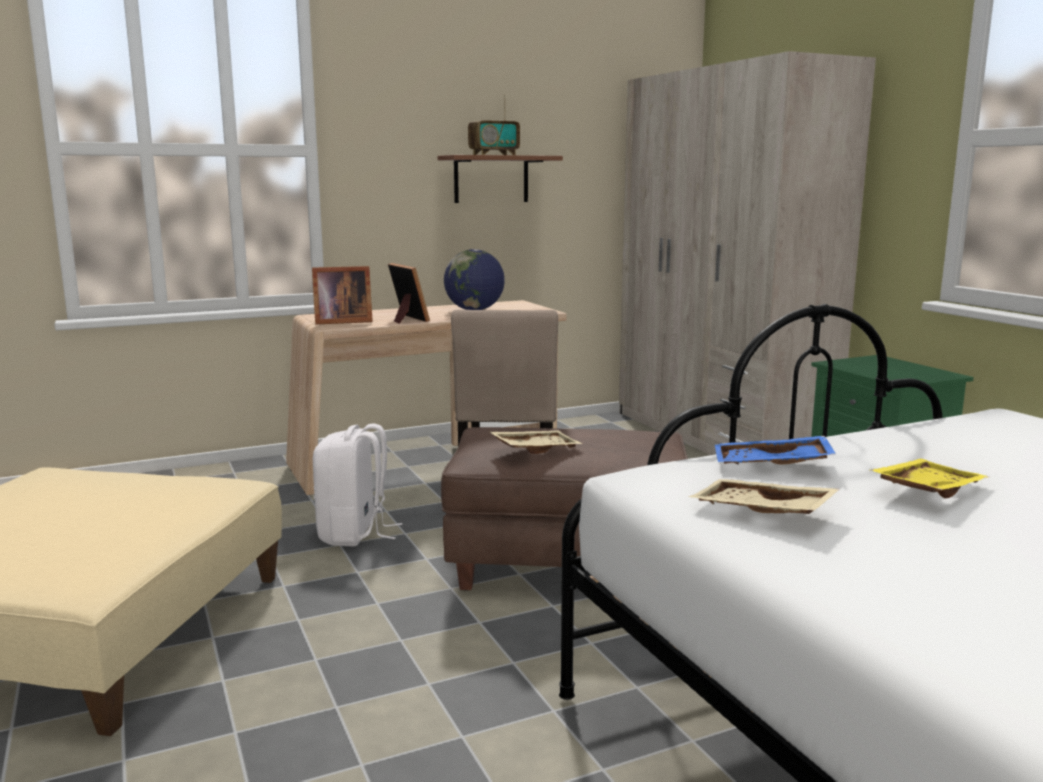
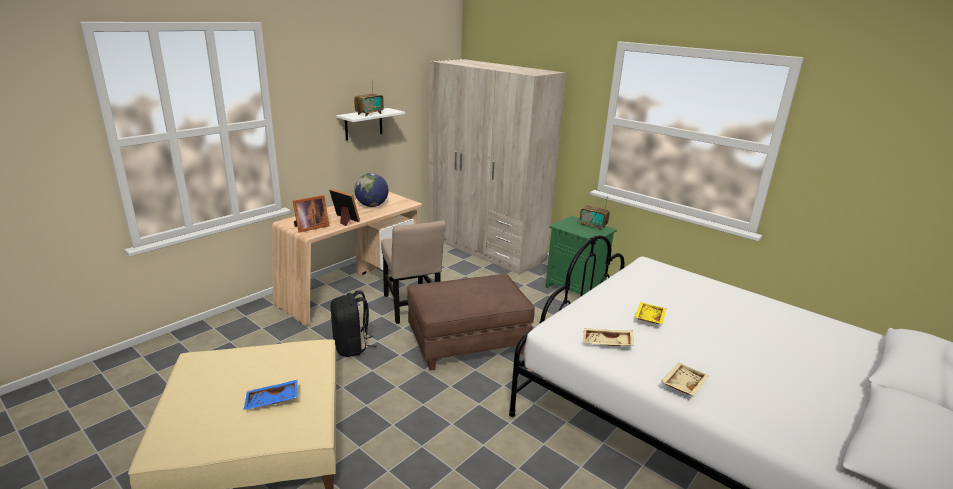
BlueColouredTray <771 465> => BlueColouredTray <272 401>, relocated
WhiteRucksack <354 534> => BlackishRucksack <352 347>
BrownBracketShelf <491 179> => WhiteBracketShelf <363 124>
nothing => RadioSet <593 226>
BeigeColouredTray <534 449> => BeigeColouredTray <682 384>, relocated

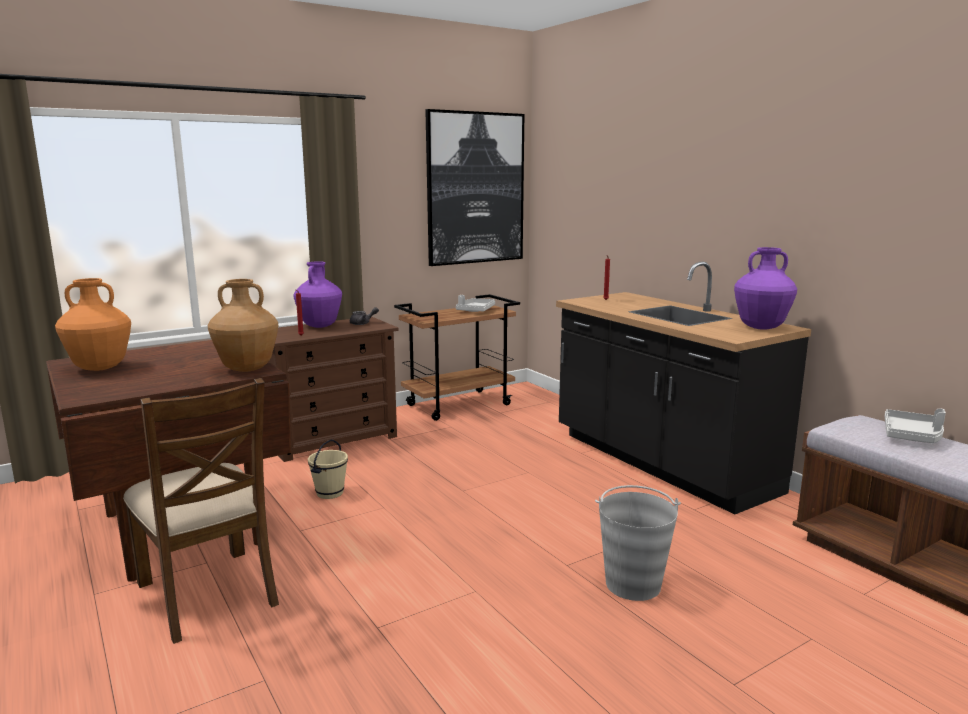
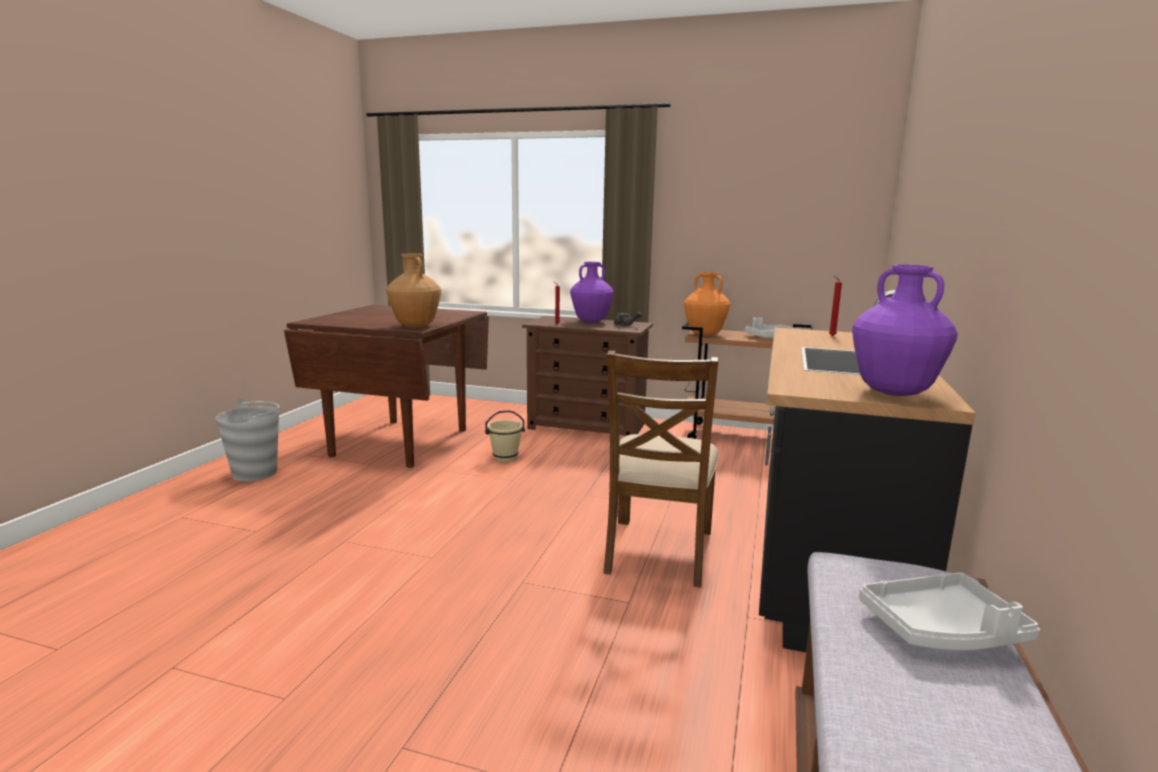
GreyBucket <633 584> => GreyBucket <255 473>, relocated
BrownChair <209 593> => BrownChair <658 551>, relocated
OrangeDecorativeVase <100 368> => OrangeDecorativeVase <705 334>, relocated
WallPicture <475 188> => nothing

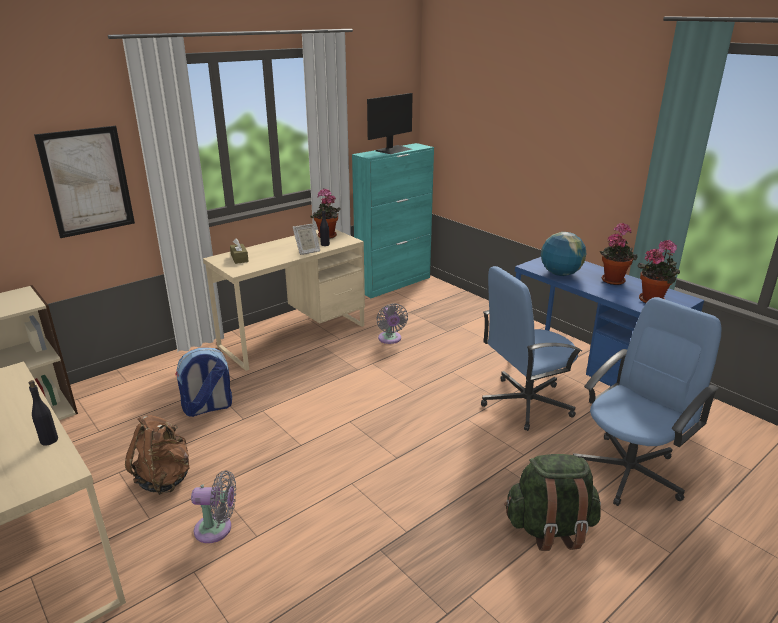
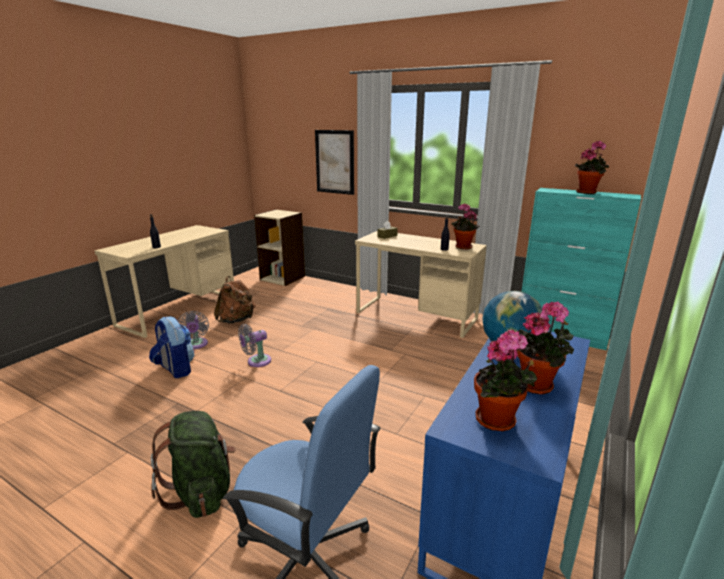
Rucksack <207 408> => Rucksack <175 369>, relocated
GreyCoolingFan <390 339> => GreyCoolingFan <256 361>, relocated
ComputerScreen <393 150> => PottedPlant <588 192>
PictureFrame <307 251> => nothing
BlueColouredDeskChair <525 403> => nothing

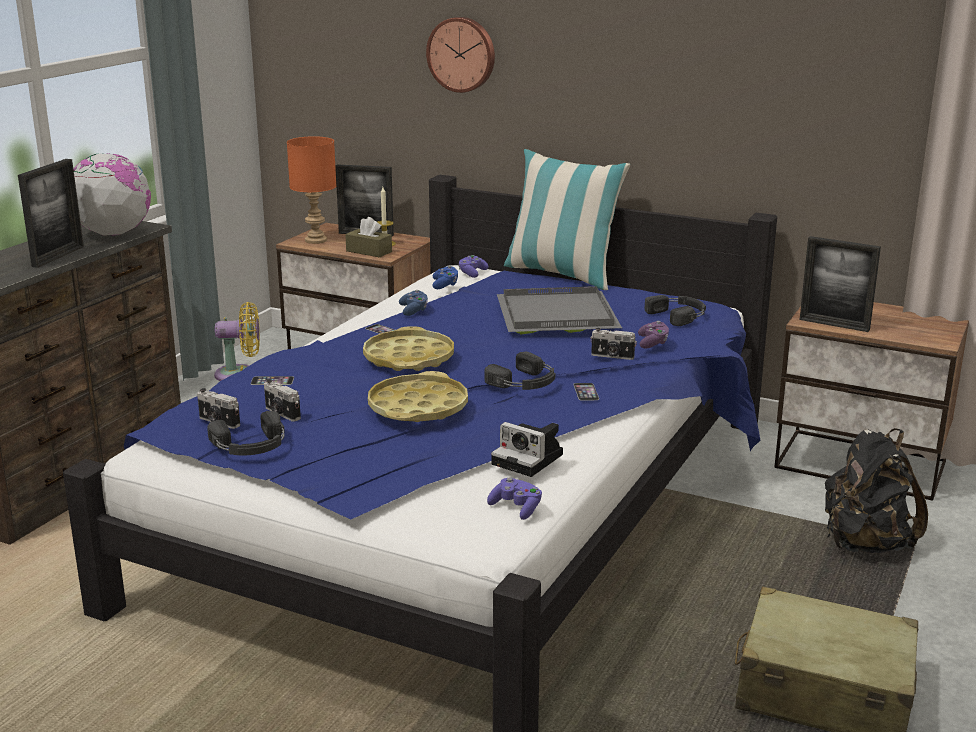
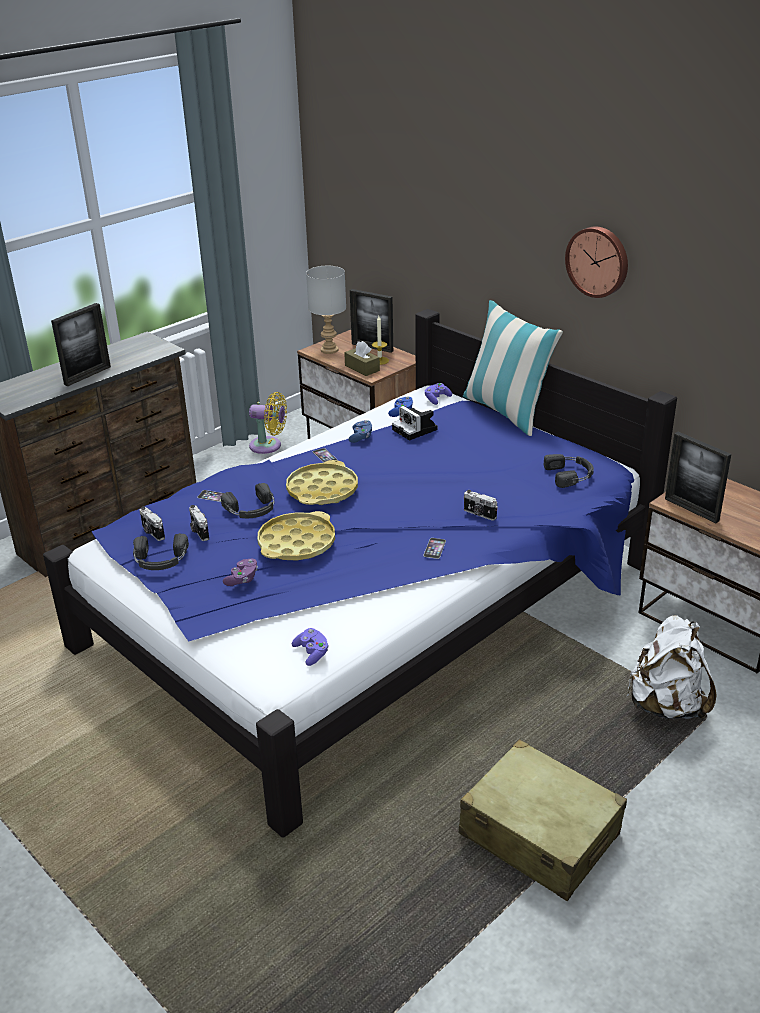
BlackishPairOfHeadphones <525 382> => BlackishPairOfHeadphones <252 509>, relocated
PurpleColouredJoypad <653 343> => PurpleColouredJoypad <242 579>, relocated
OrangeLampForATable <317 240> => GreyLampForATable <330 350>
StillCamera <530 460> => StillCamera <416 430>, relocated
ClockOnTheWall <462 54> => ClockOnTheWall <598 261>, relocated
BlackishRucksack <865 544> => WhiteRucksack <666 705>
DeskGlobe <113 233> => nothing
GreyTray <555 316> => nothing

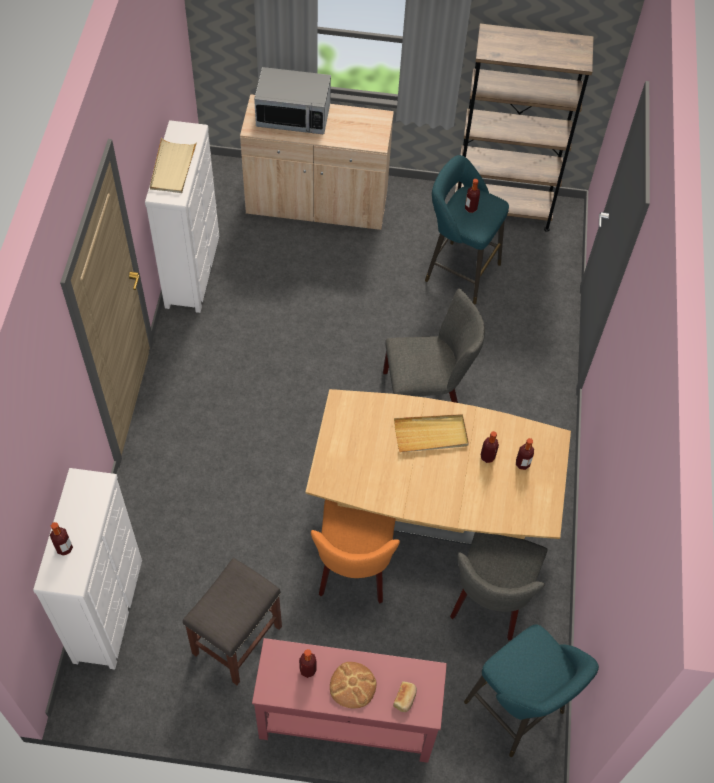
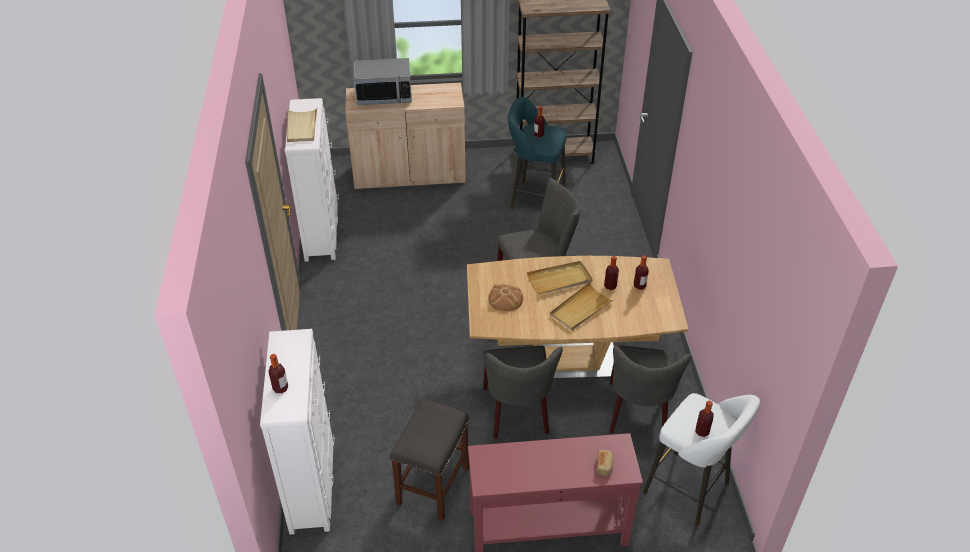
OrangeChair <354 570> => GreyChair <518 414>
BakedBread <352 685> => BakedBread <505 298>, relocated
nothing => BeigeColouredTray <581 309>
BlueGreenSittingStool <518 711> => WhiteSittingStool <690 490>
DrinkBottle <308 670> => DrinkBottle <702 431>, relocated

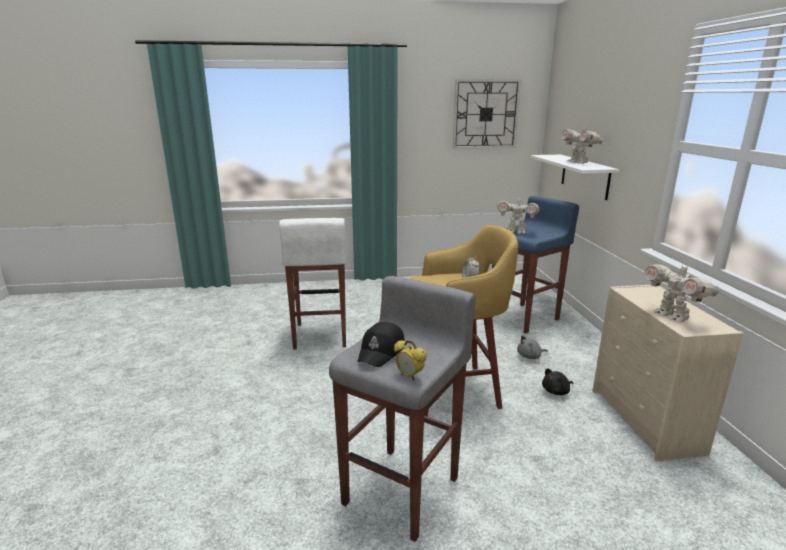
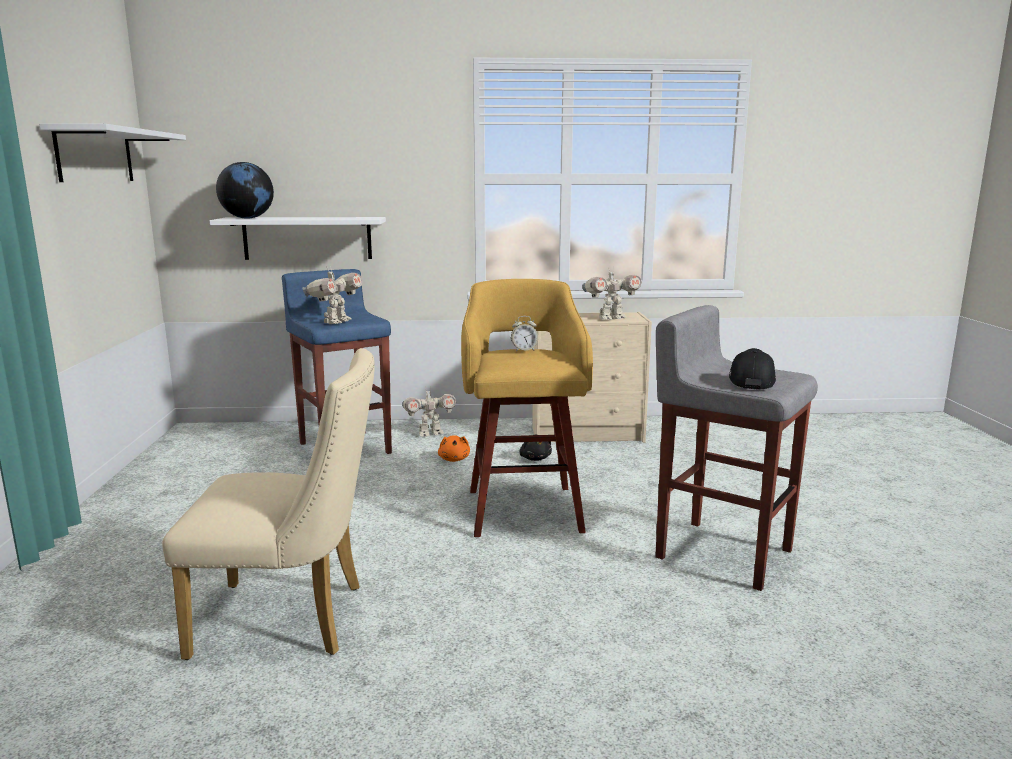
ClockOnTheWall <485 114> => WhiteBracketShelf <95 155>
WhiteSittingStool <319 335> => BeigeColouredChair <293 619>
nothing => DeskGlobe <247 218>
RobotFigure <578 163> => RobotFigure <430 433>, relocated
GreyPlushToy <530 356> => OrangePlushToy <454 459>
BlackishCap <382 352> => BlackishCap <751 381>, 105 degrees counterclockwise
AlarmClock <409 376> => nothing

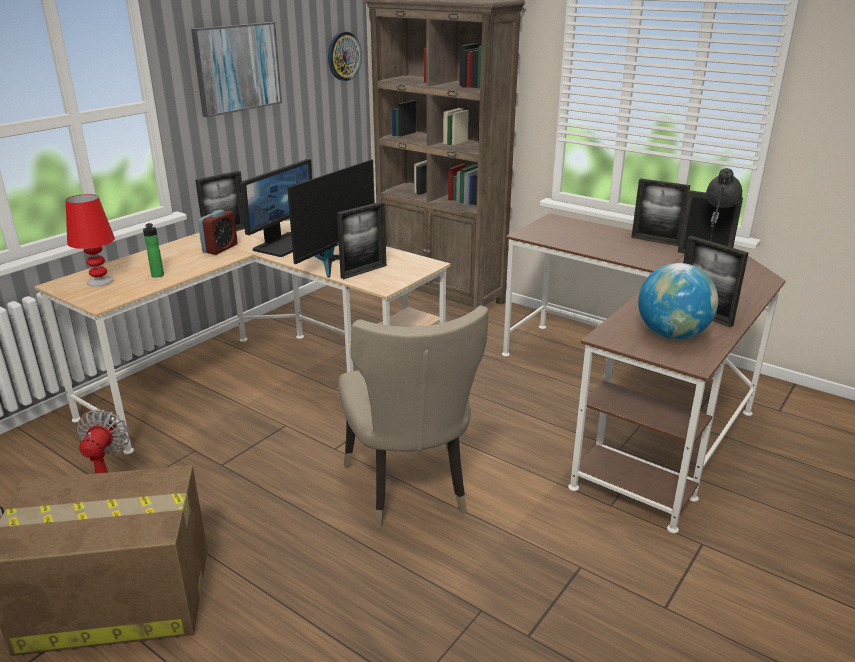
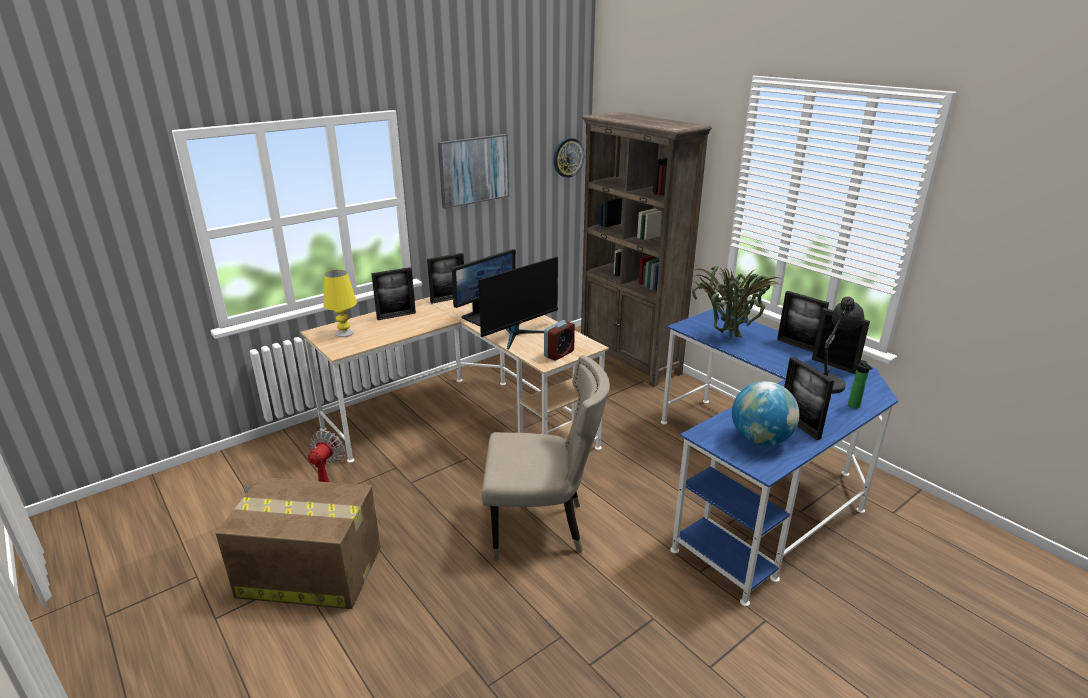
RedColouredLampForATable <99 281> => YellowLampForATable <344 333>
PictureFrame <363 271> => PictureFrame <396 316>, relocated
BeigeColouredChair <410 489> => BeigeColouredChair <542 528>, 90 degrees counterclockwise
AlarmClock <220 248> => AlarmClock <559 354>, relocated
BrownDeskTable <633 403> => BlueColouredDeskTable <758 484>
nothing => PottedPlant <727 337>
DrinkBottle <157 276> => DrinkBottle <854 406>, relocated

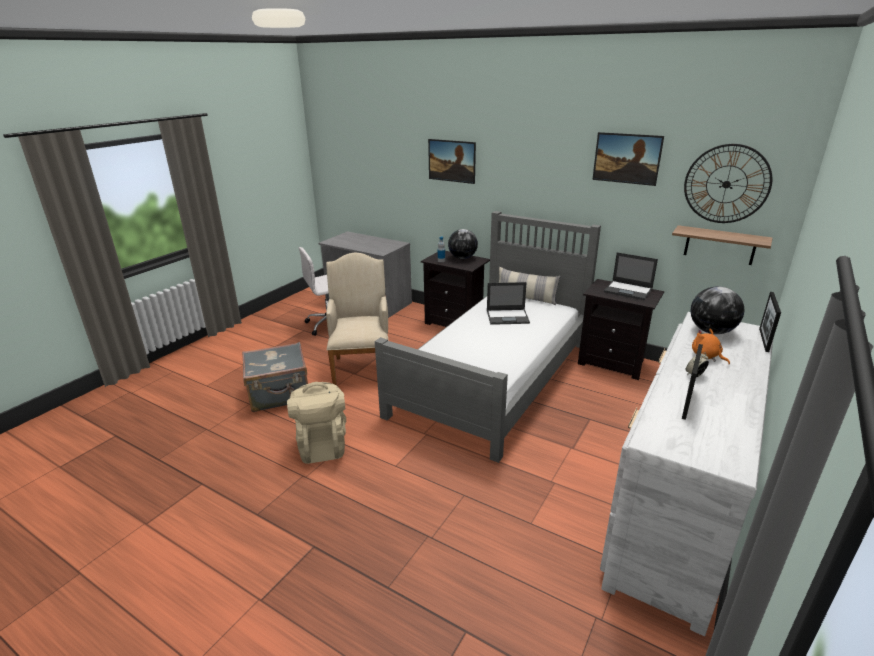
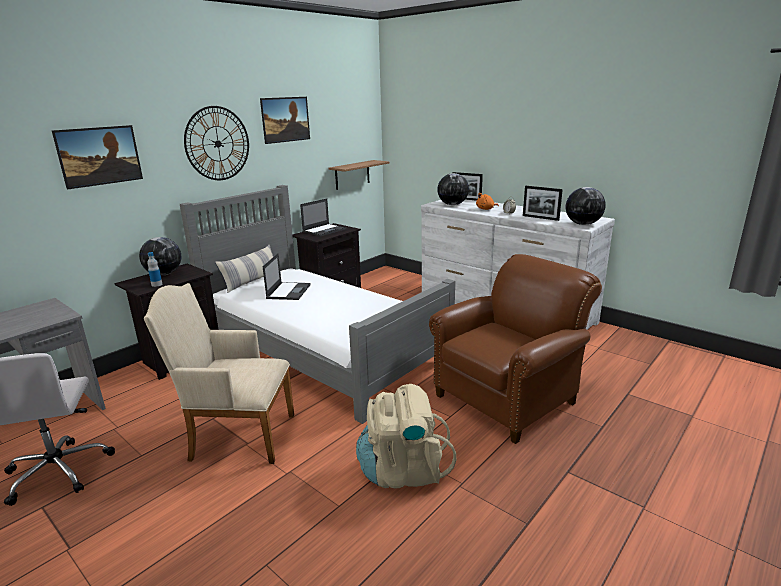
ClockOnTheWall <726 184> => ClockOnTheWall <218 143>, relocated
nothing => BrownLoungeChair <509 397>
nothing => DeskGlobe <583 224>
GreyTravelCase <280 395> => nothing

